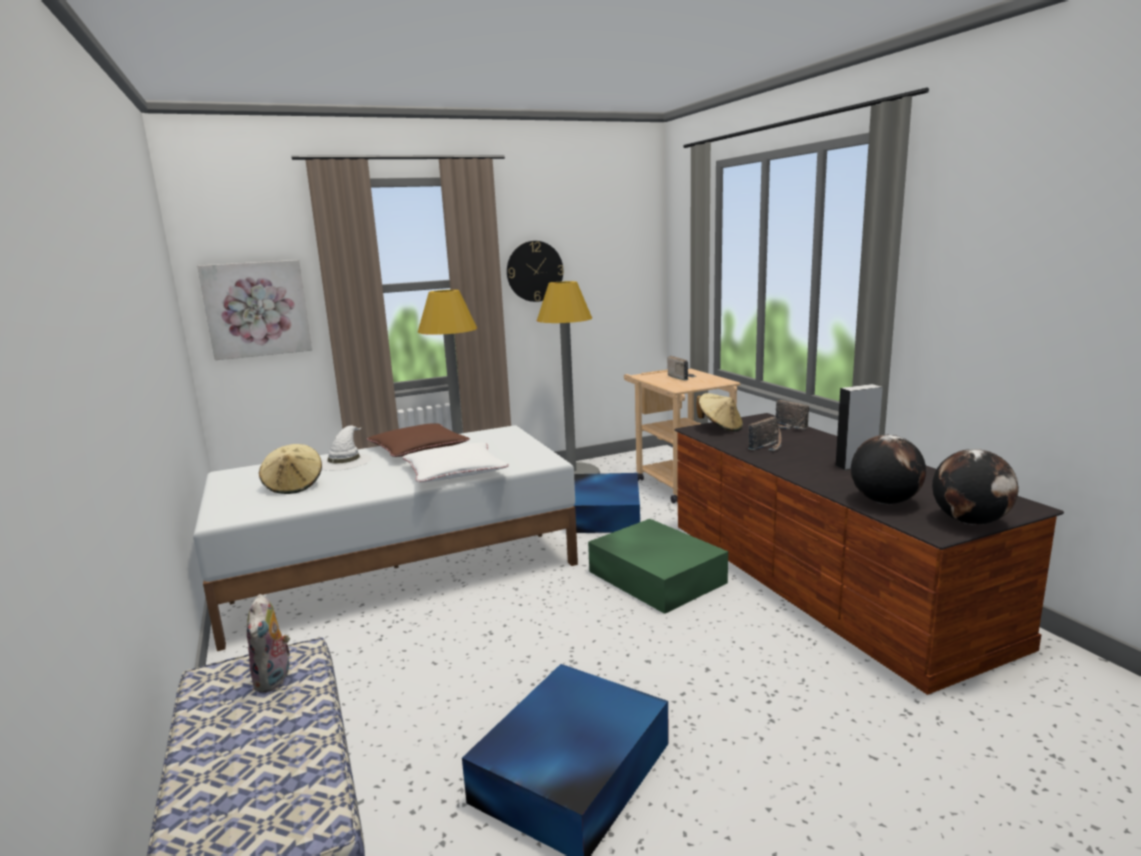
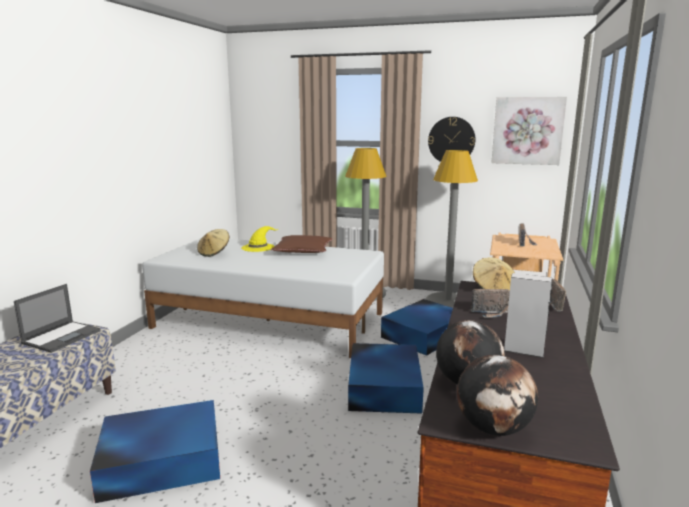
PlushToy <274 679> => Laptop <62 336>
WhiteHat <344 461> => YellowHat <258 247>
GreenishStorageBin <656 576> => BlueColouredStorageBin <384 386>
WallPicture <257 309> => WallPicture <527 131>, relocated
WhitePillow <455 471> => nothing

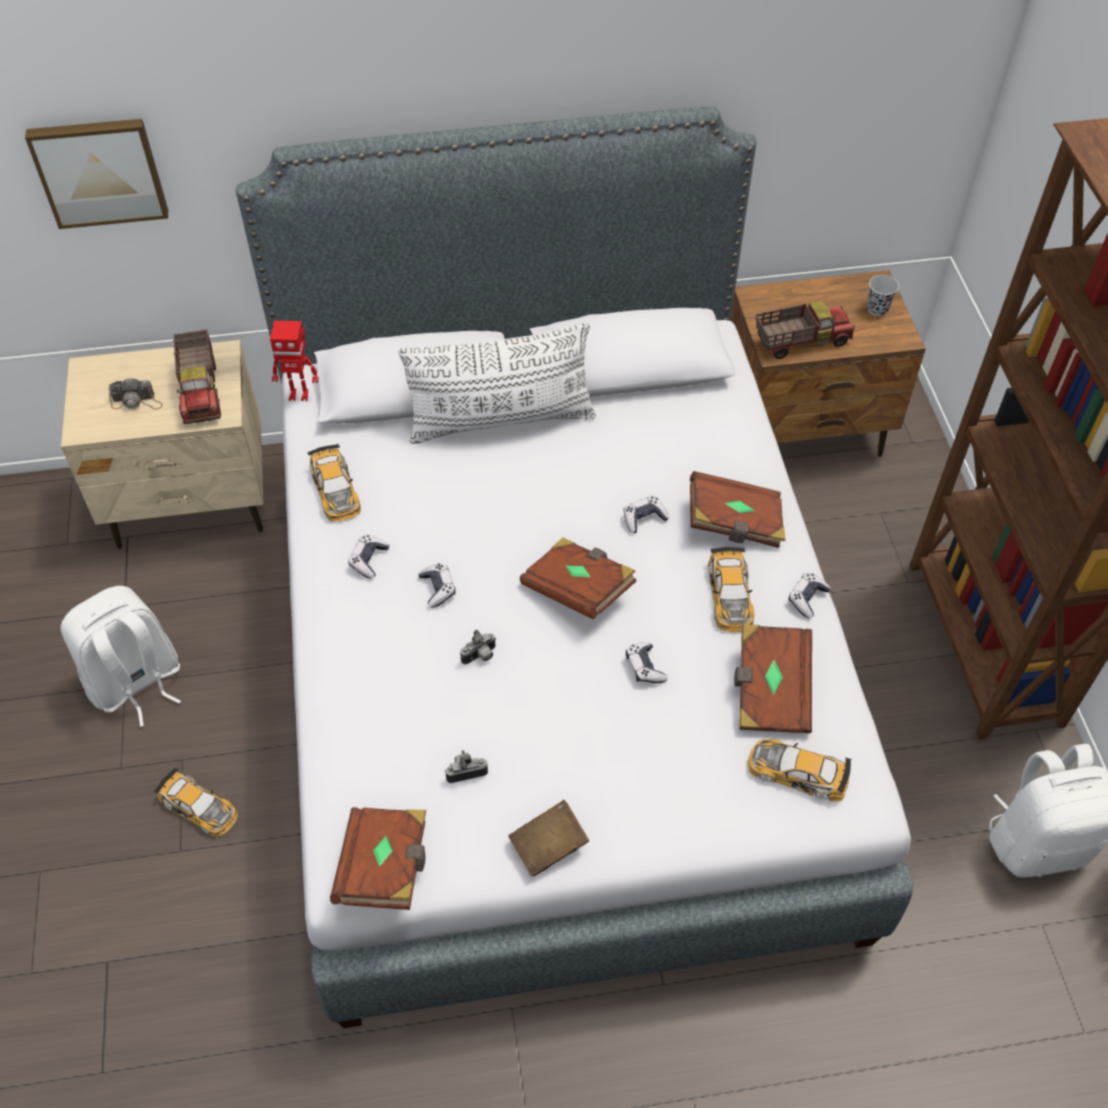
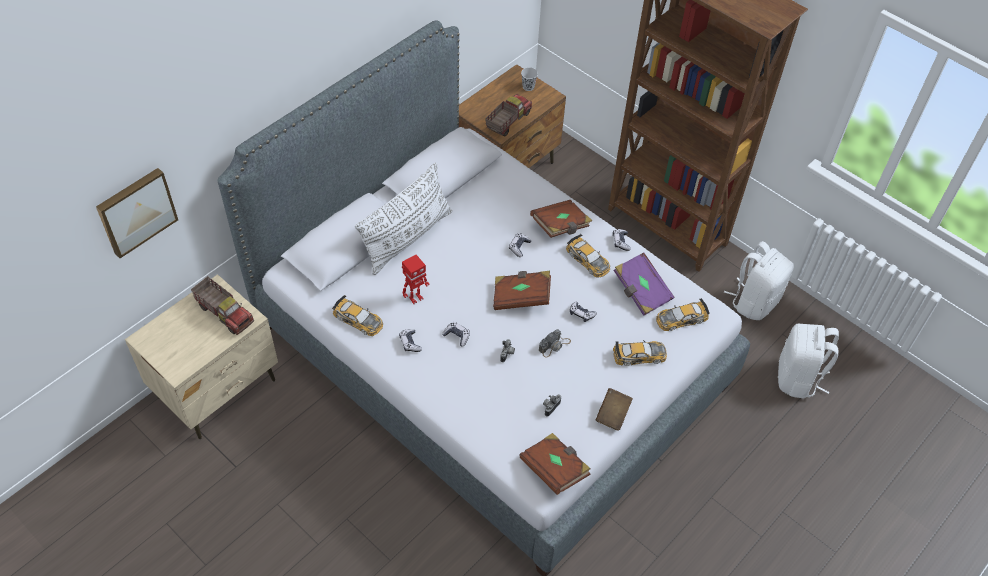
RobotFigure <299 394> => RobotFigure <415 298>, relocated
StillCamera <137 402> => StillCamera <554 345>, relocated
BrownBook <770 691> => PurpleColouredBook <641 291>
MiniatureCar <199 807> => MiniatureCar <639 355>, relocated
WhiteRucksack <135 683> => WhiteRucksack <798 378>, relocated

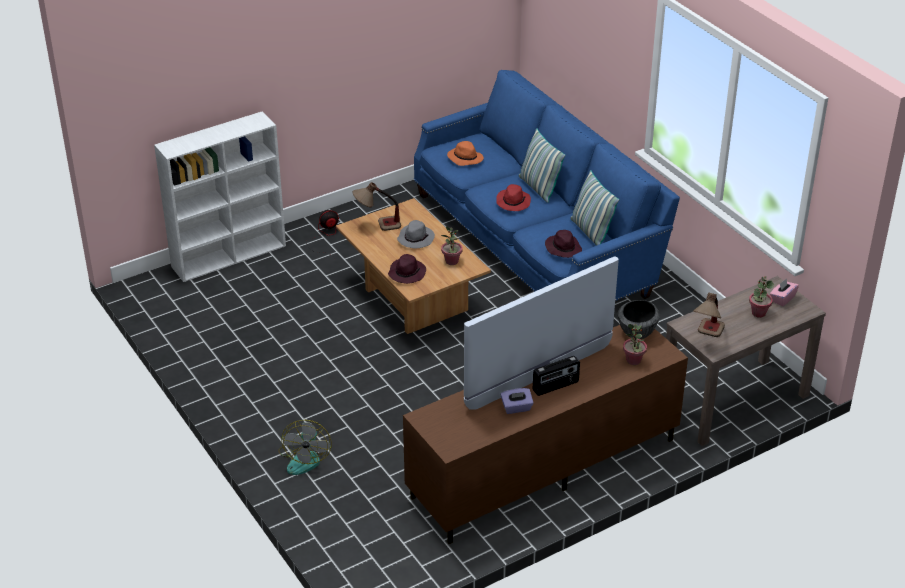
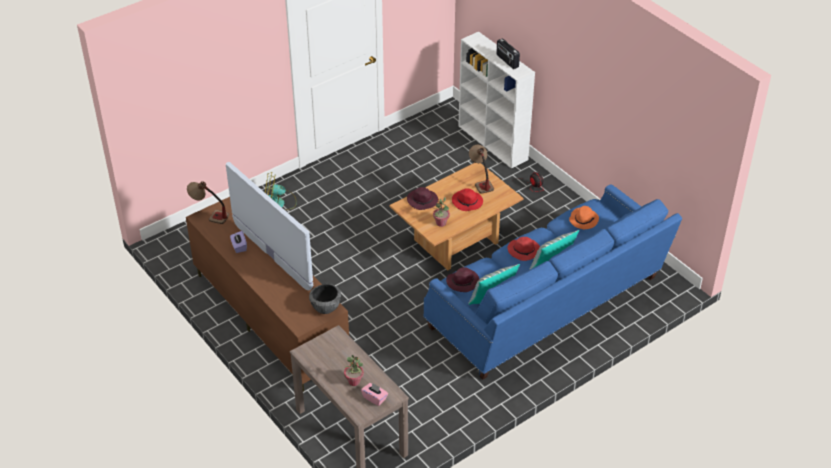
LampForATable <707 337> => LampForATable <209 215>, relocated
GreyHat <415 238> => RedColouredHat <467 202>
RadioSet <556 386> => RadioSet <507 61>, relocated
PottedPlant <633 360> => nothing

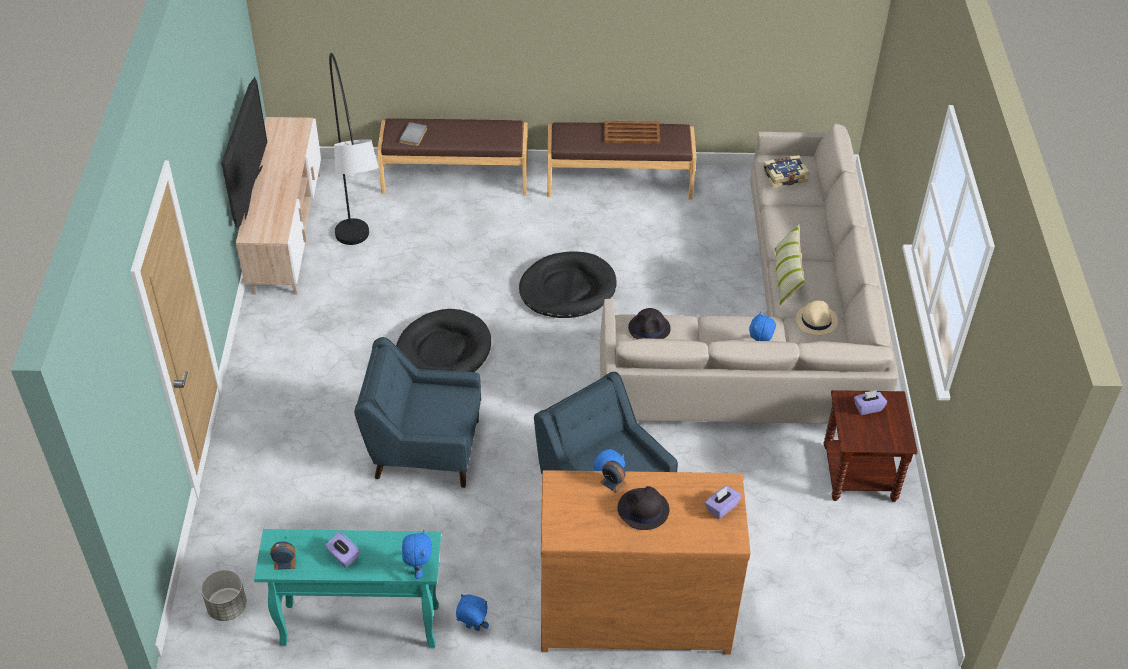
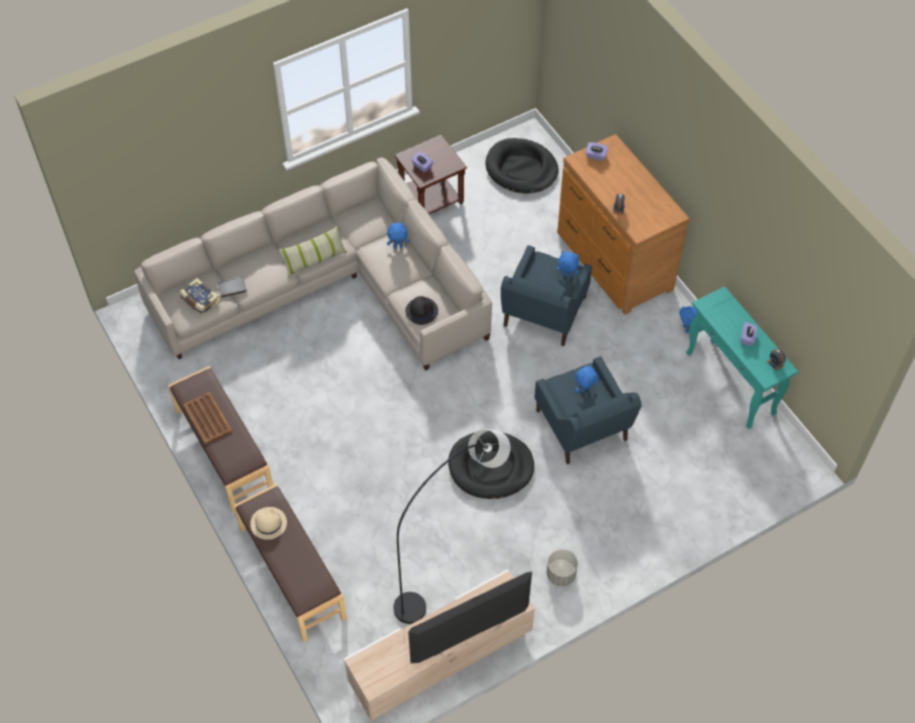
GreyBook <414 135> => GreyBook <232 287>, relocated
BeigeColouredHat <816 320> => BeigeColouredHat <268 523>, relocated
BlackishDogCushion <567 289> => BlackishDogCushion <521 169>, relocated
GreyFlowerPot <227 607> => GreyFlowerPot <561 575>, relocated
BlueColouredPlushToy <418 570> => BlueColouredPlushToy <584 390>, relocated
BlackishHat <643 510> => nothing

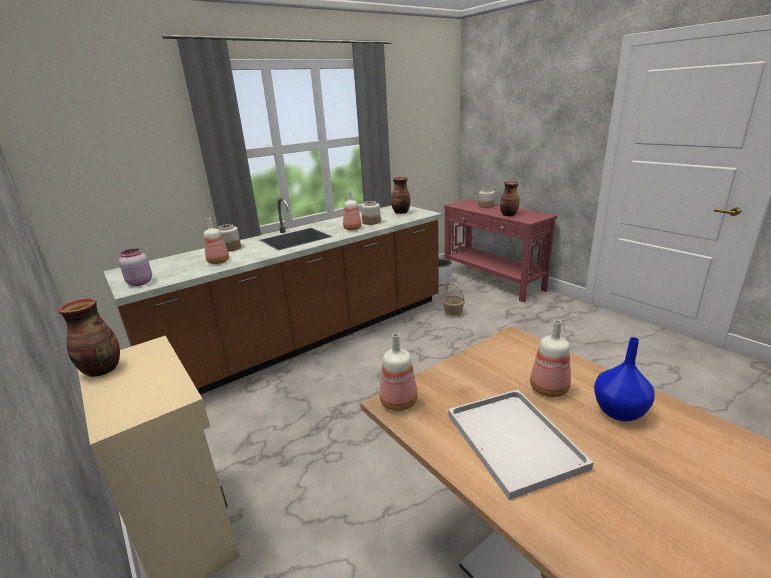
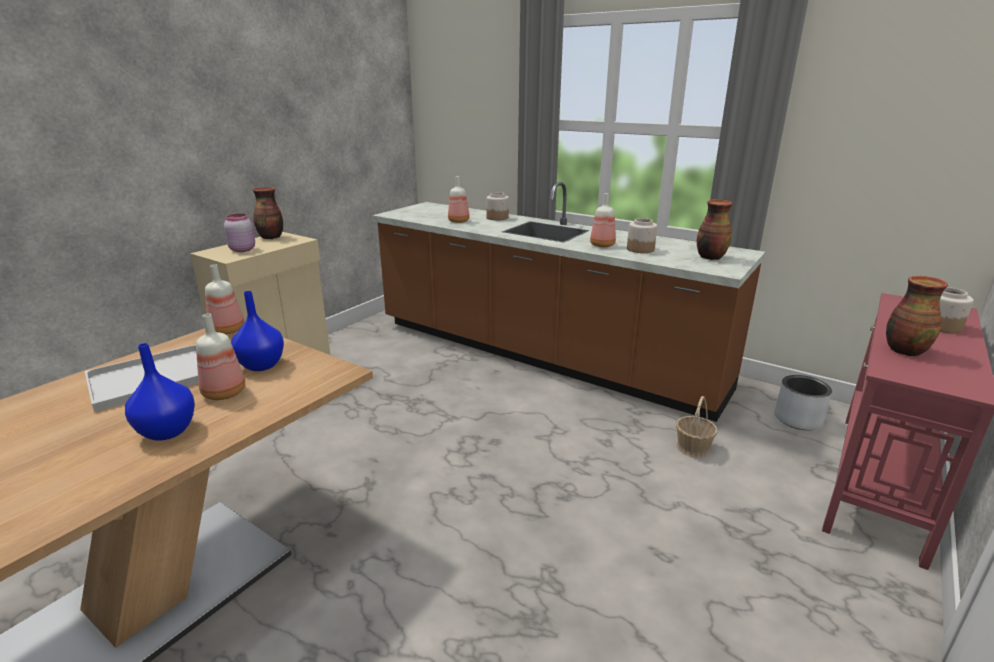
PinkColouredJar <139 283> => PinkColouredJar <242 249>, relocated
nothing => BlueColouredDecorativeVase <260 365>

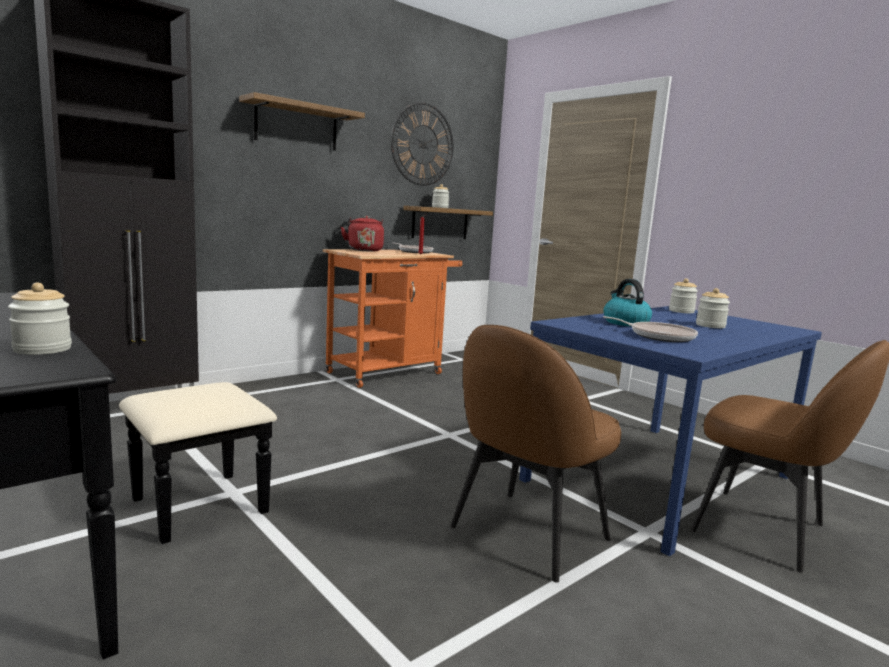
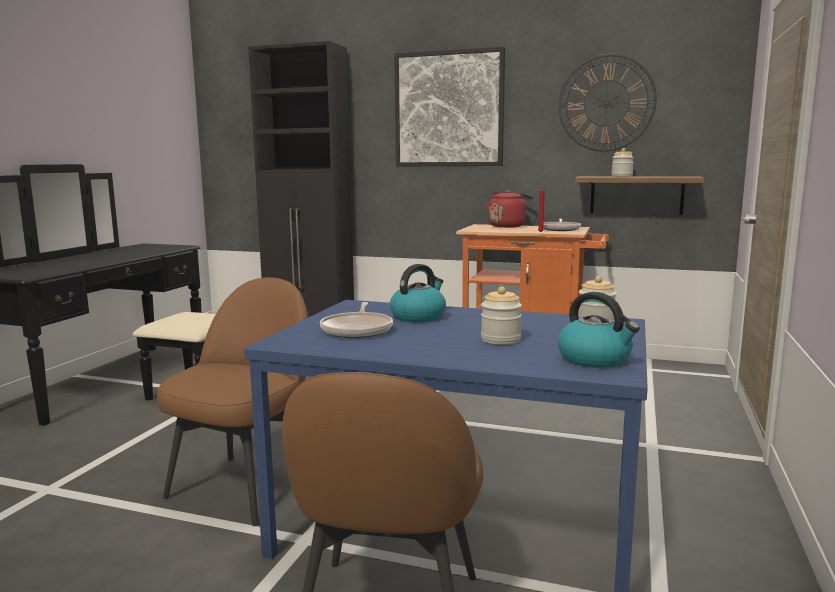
BrownChair <526 534> => BrownChair <245 486>, 105 degrees clockwise
BracketShelf <296 126> => WallPicture <449 109>
nothing => WaterKettle <595 359>
Jar <42 349> => nothing

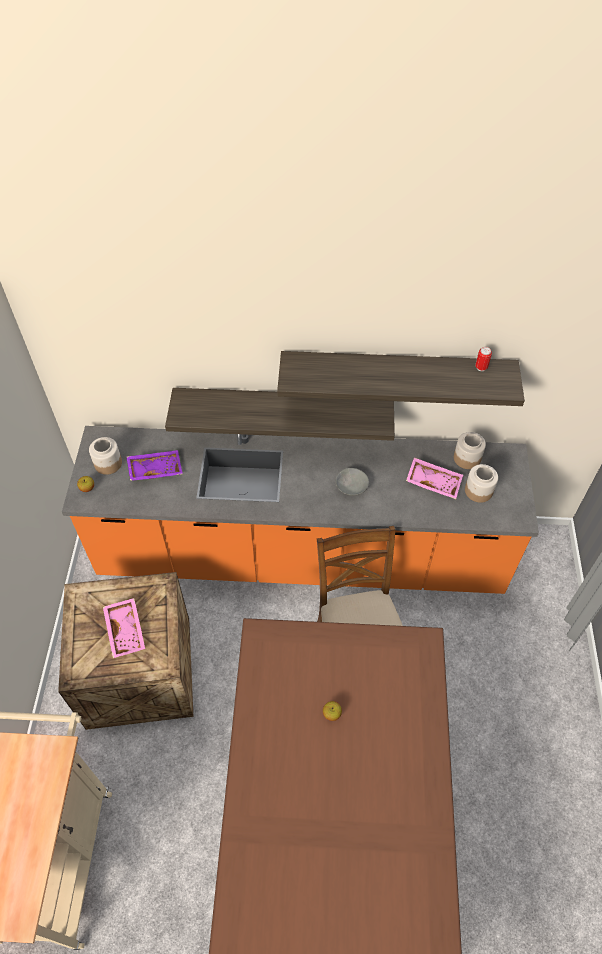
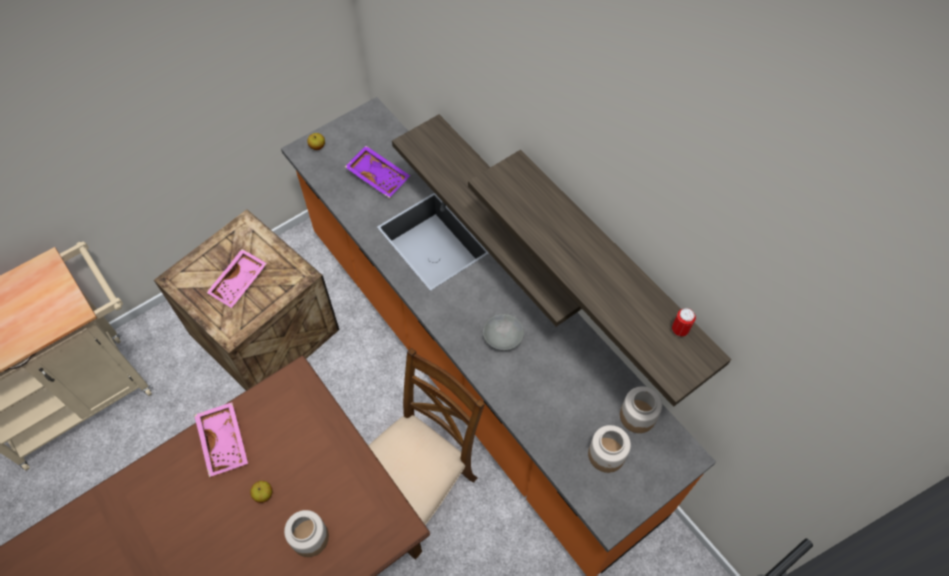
PinkColouredTray <433 481> => PinkColouredTray <225 442>, relocated
Jar <108 463> => Jar <309 537>, relocated

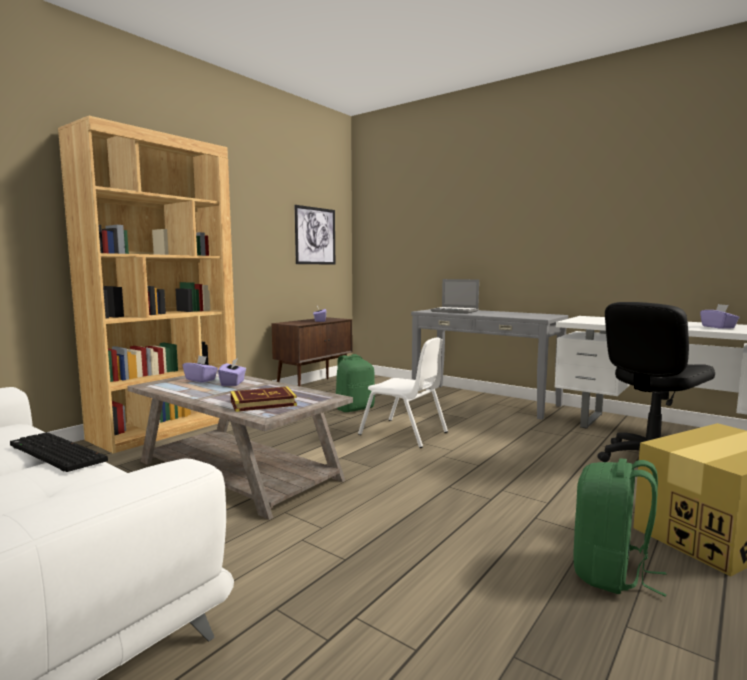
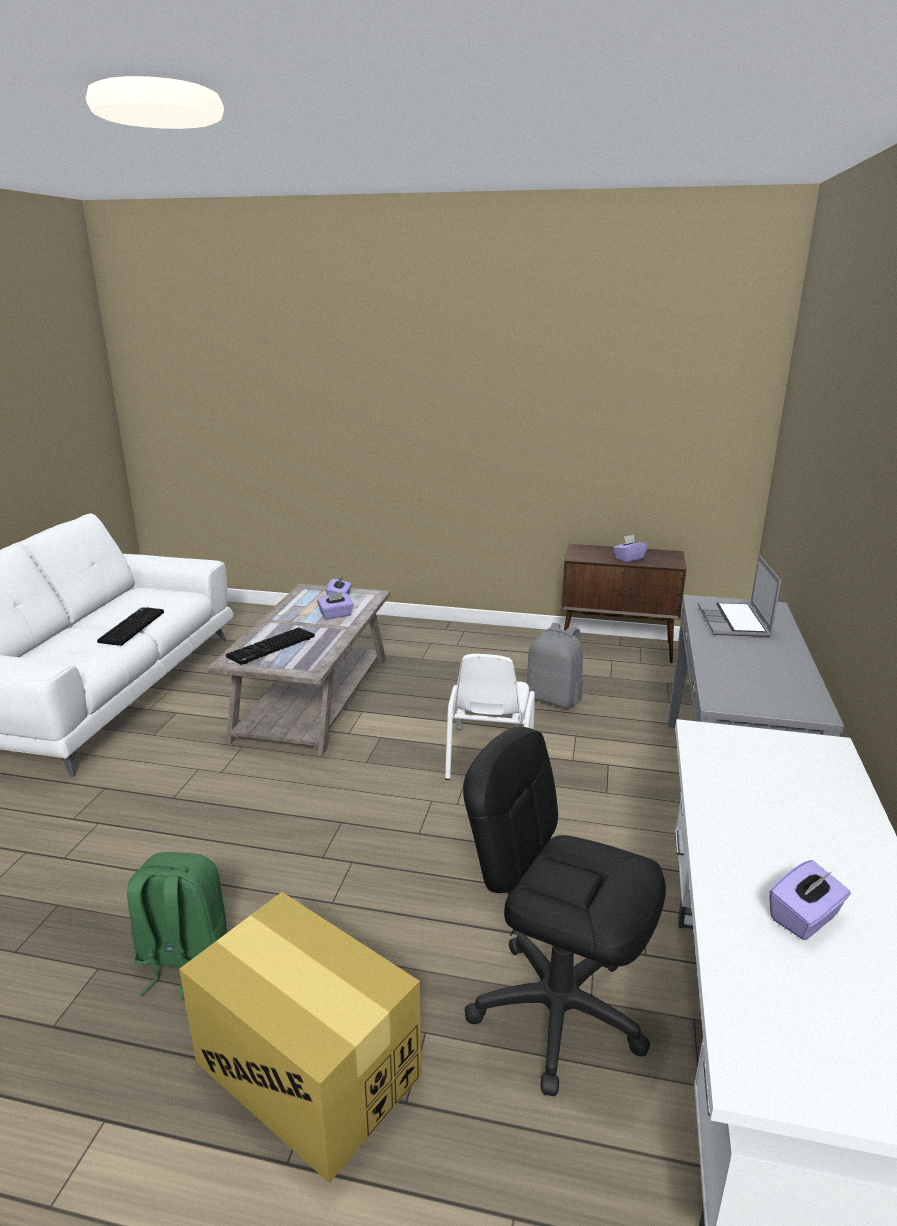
Book <263 403> => PcKeyboard <271 648>
GreenishRucksack <354 408> => GreyRucksack <554 699>
BrownBookshelf <167 428> => nothing
WallPicture <315 236> => nothing

